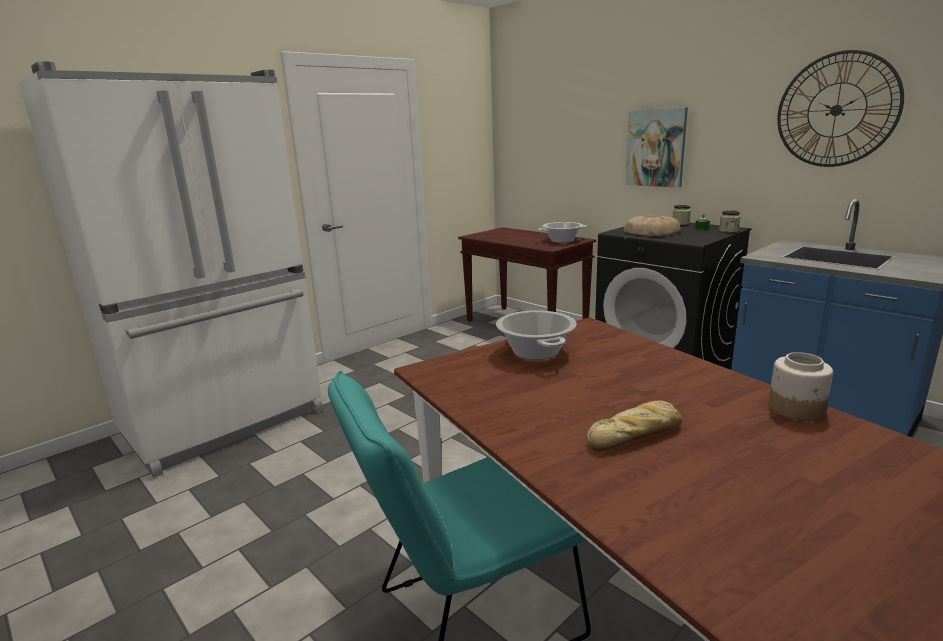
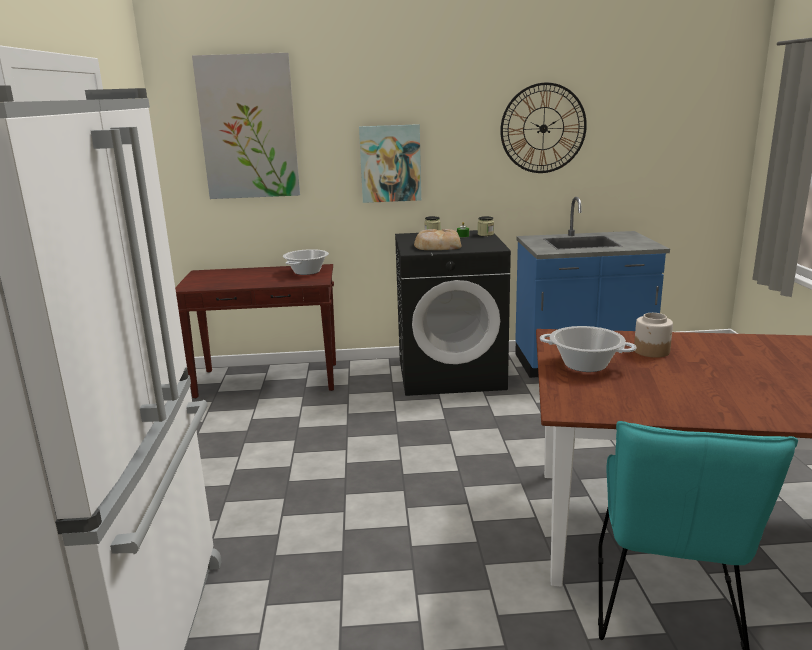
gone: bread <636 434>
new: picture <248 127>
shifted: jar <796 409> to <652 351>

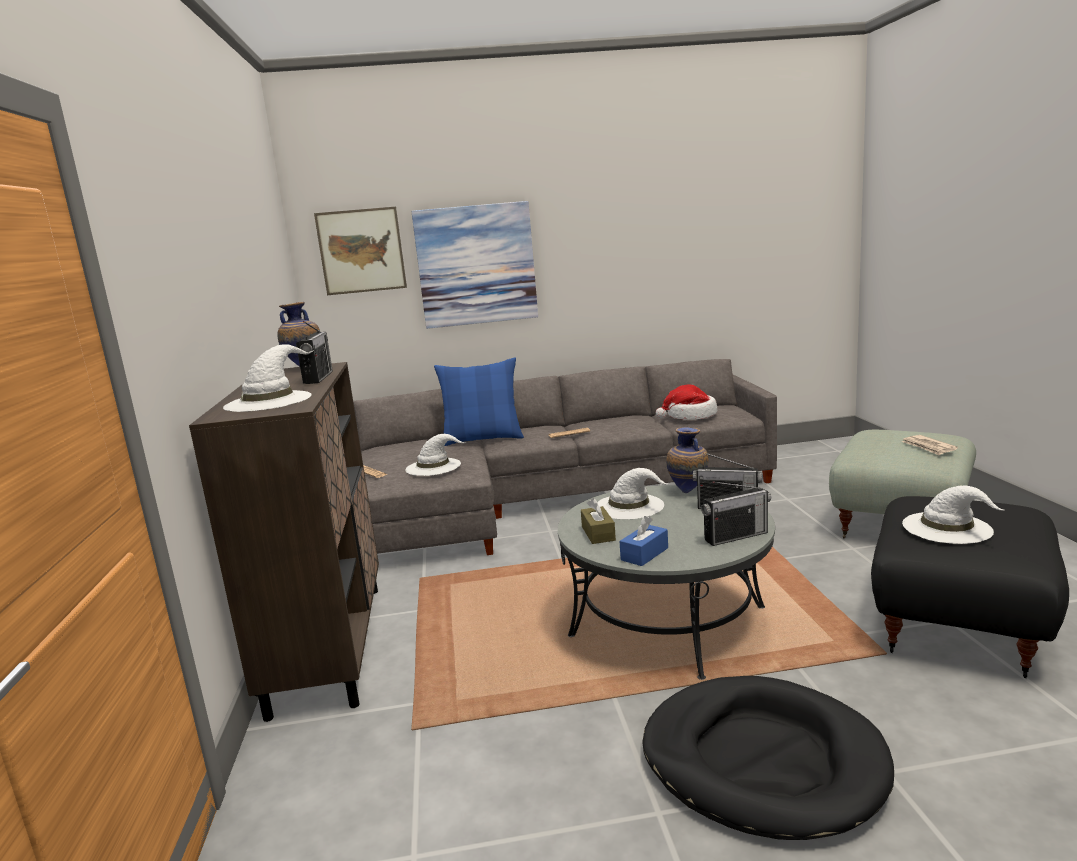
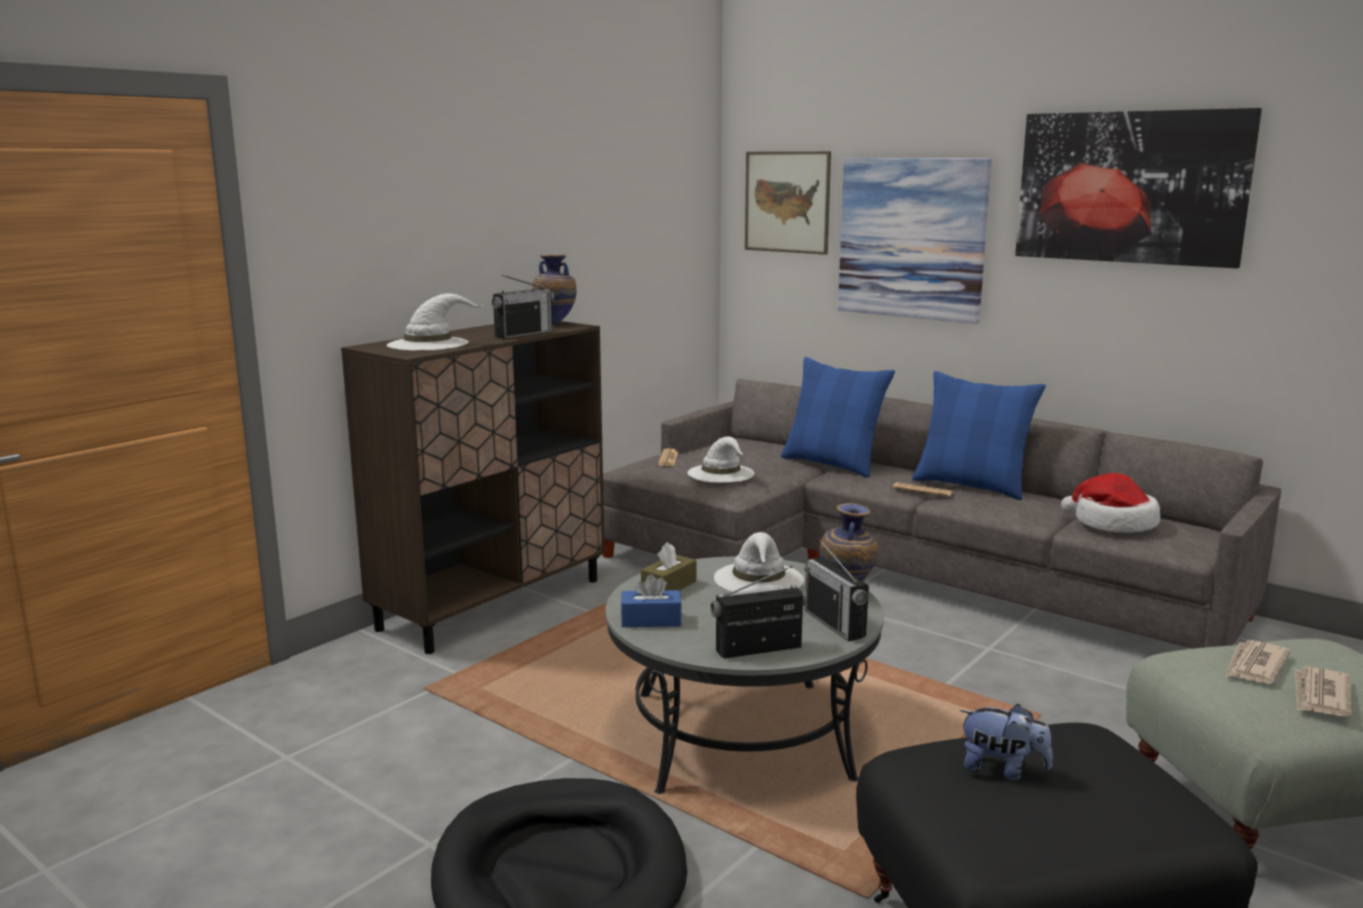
new: picture <1130 187>; pillow (blue) <971 486>; newspaper <1254 666>
swapped: hat (white) <948 527> to plush toy <1002 770>
rotated: radio <735 536> = <759 649> 135 degrees clockwise

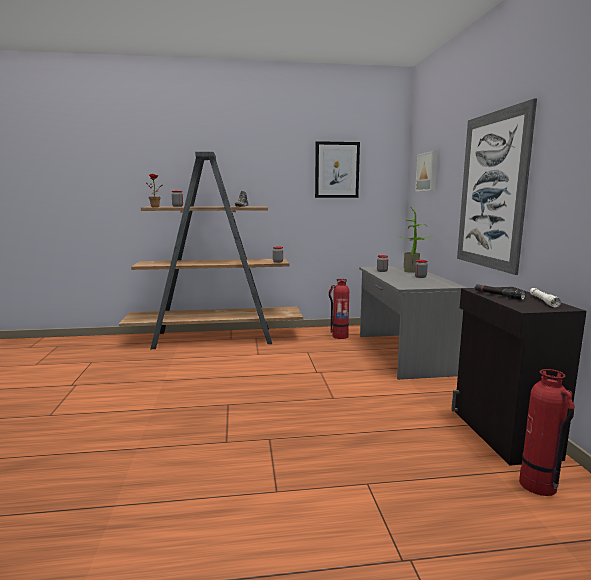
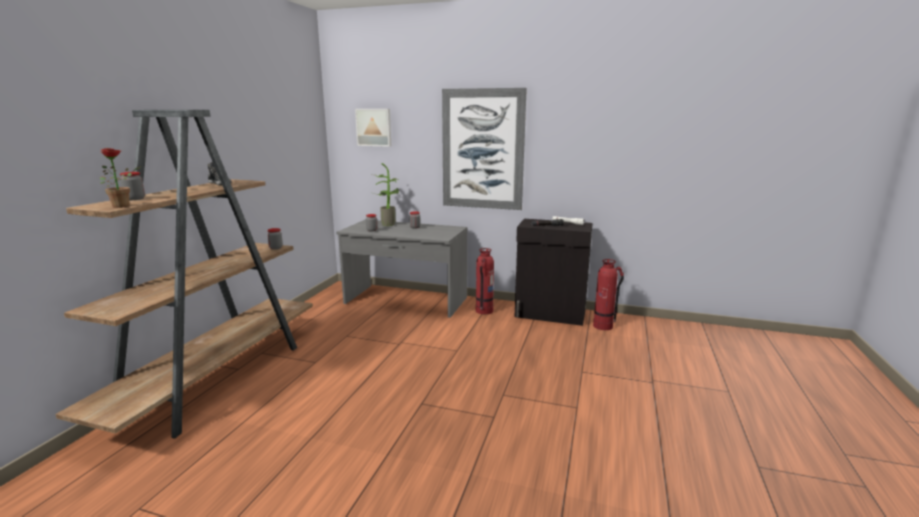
gone: picture <337 170>
shifted: fire extinguisher <339 336> to <484 311>

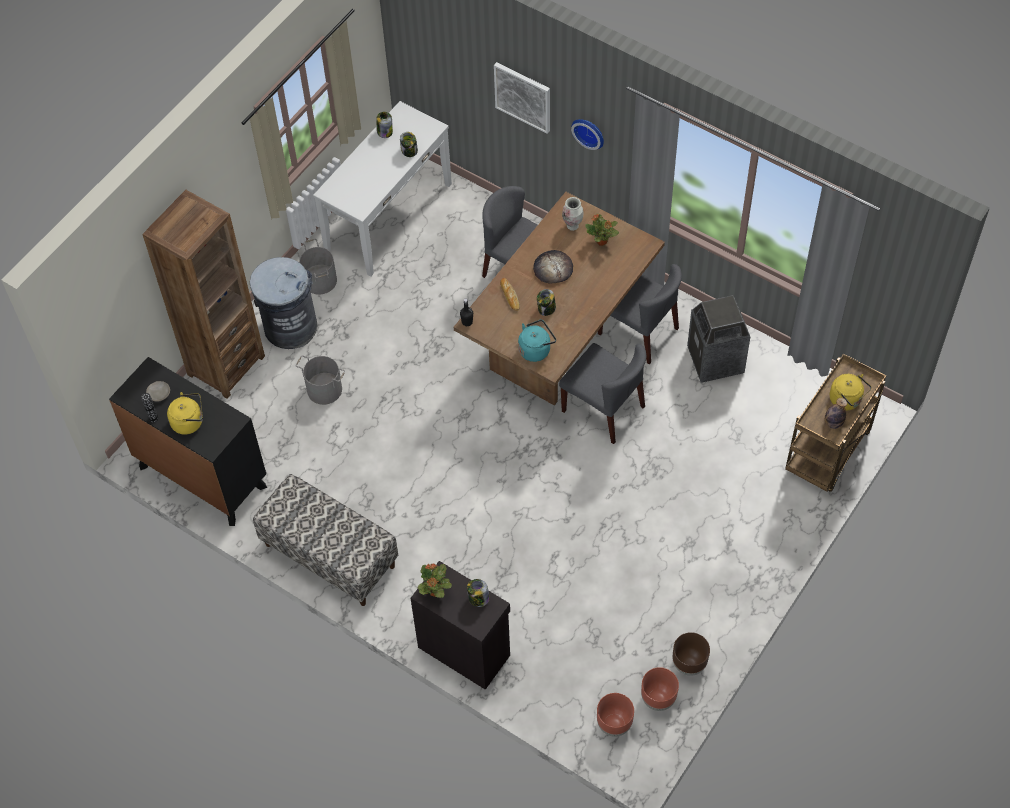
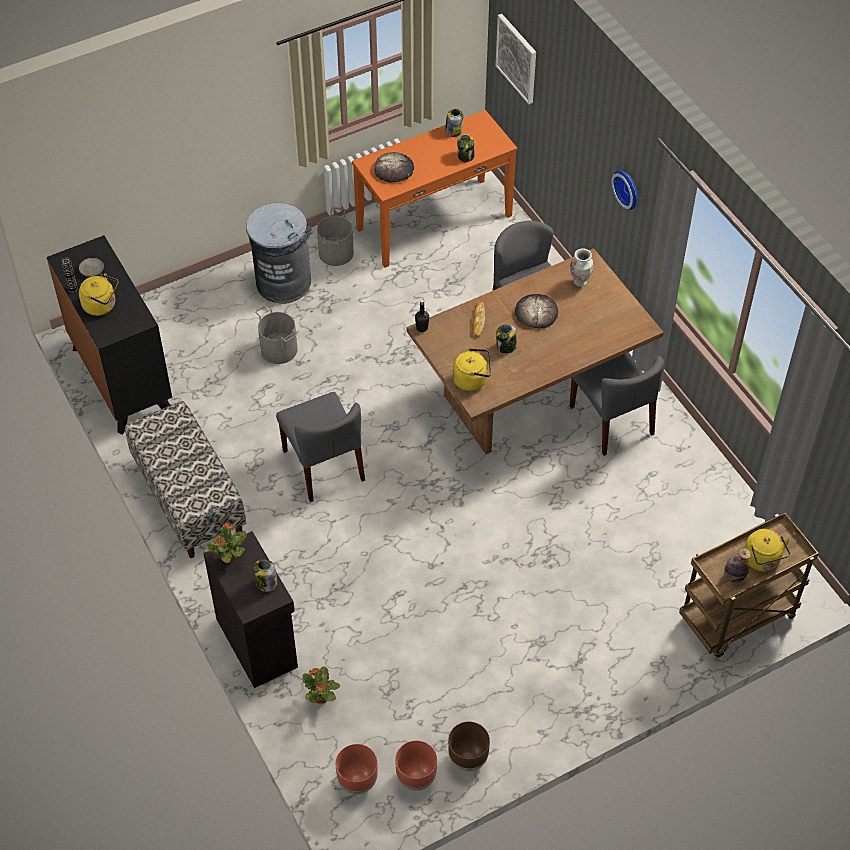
gone: bookcase (brown) <226 365>; trash can <715 360>
new: bread <394 169>
shifted: picture <523 96> to <517 58>; potted plant <602 241> to <321 698>; chair (grey) <603 409> to <324 466>
repainted: console table (white) <388 217> to console table (orange) <434 222>; kettle (turquoise) <536 349> to kettle (yellow) <472 379>

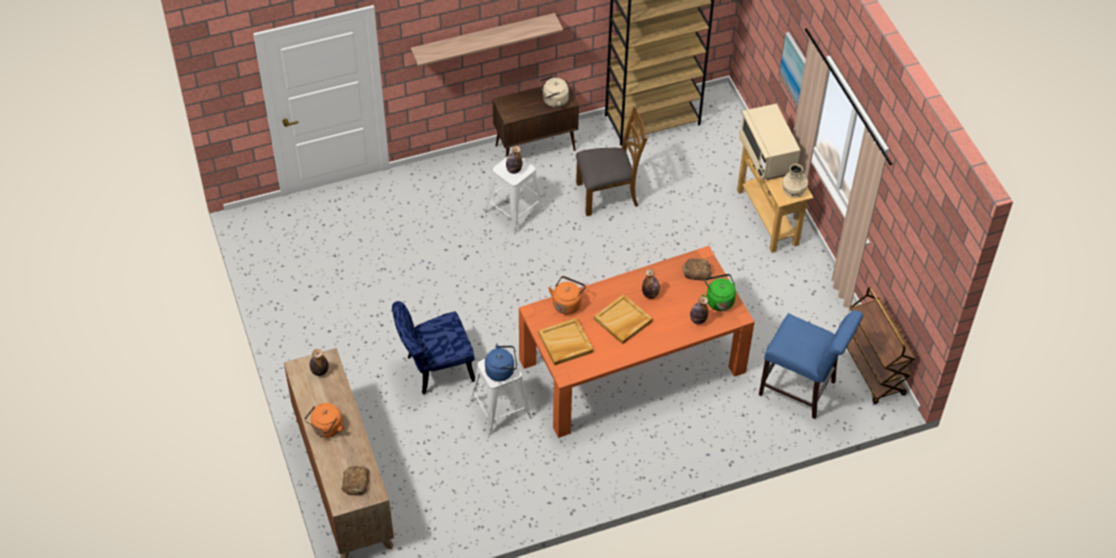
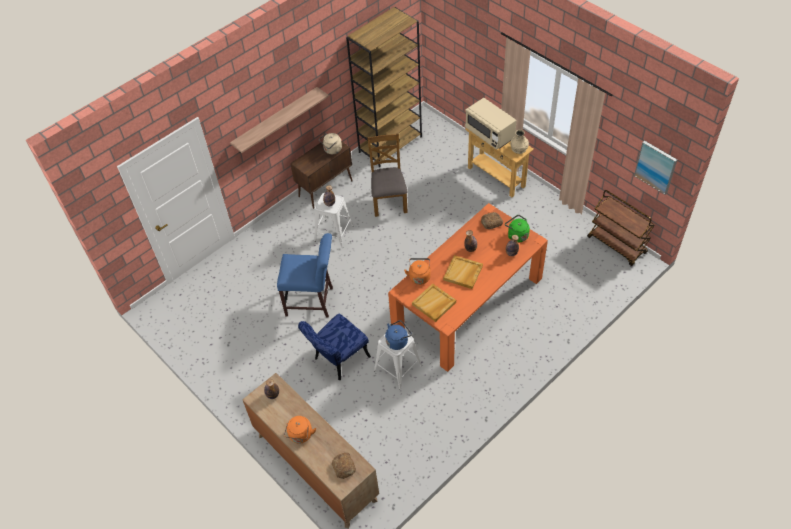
shifted: picture <795 70> to <655 167>; chair (blue) <801 390> to <312 302>
rotated: chair (brown) <608 194> = <389 200> 60 degrees counterclockwise

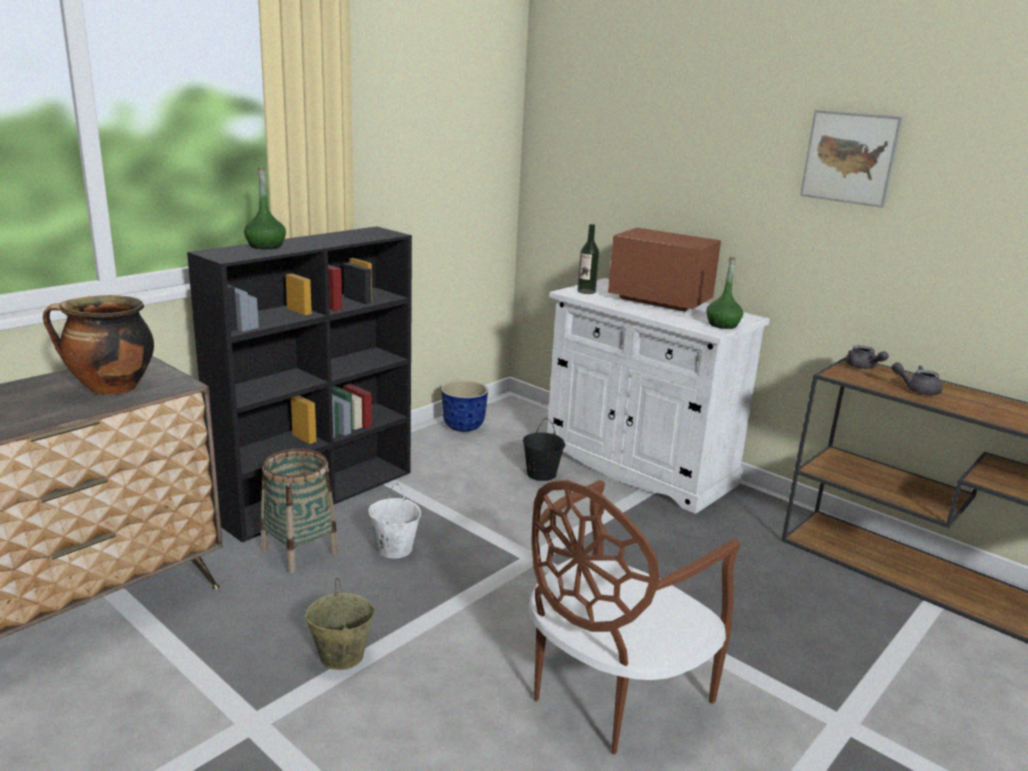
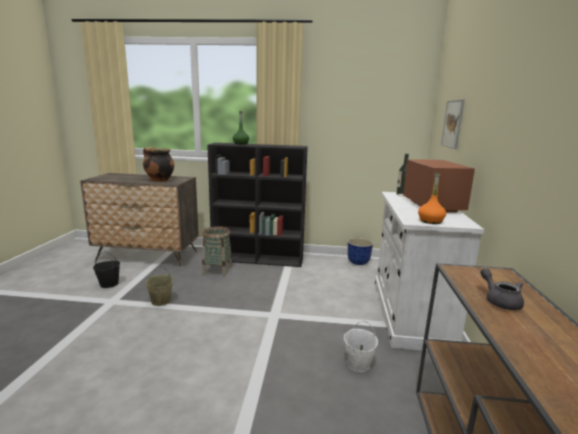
gone: teapot (grey) <863 367>; chair (brown) <610 693>
shifted: picture <849 157> to <453 124>; bucket (black) <541 474> to <109 284>; bucket (white) <394 549> to <358 364>
repainted: bottle (green) <722 325> to bottle (orange) <430 221>

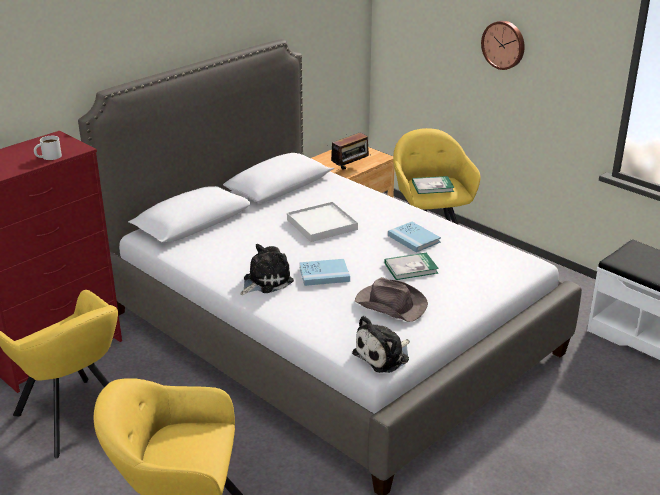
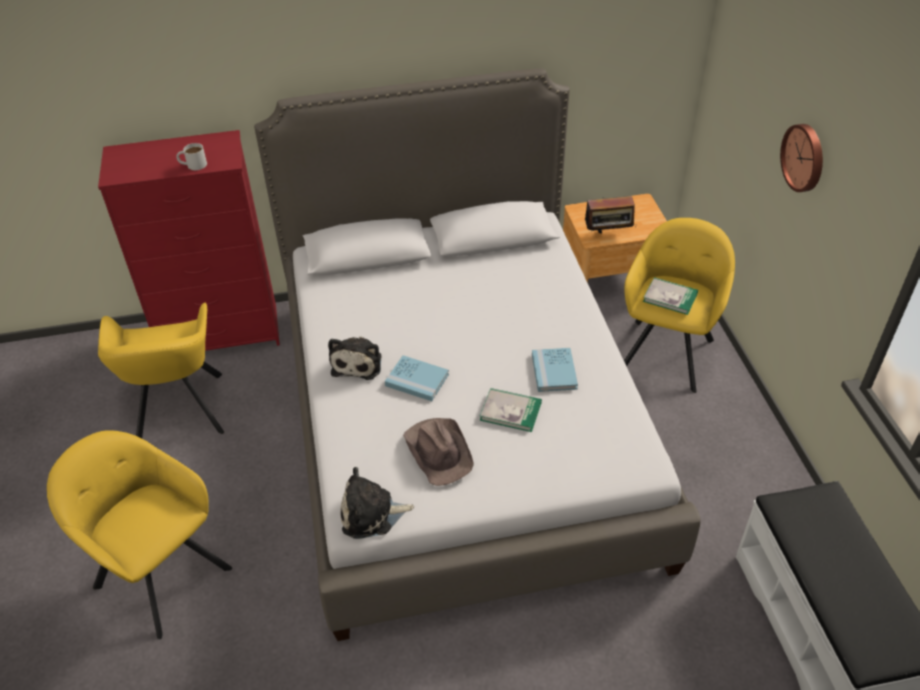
gone: tray (white) <321 224>
rotated: plush toy <265 281> = <358 362> 105 degrees clockwise

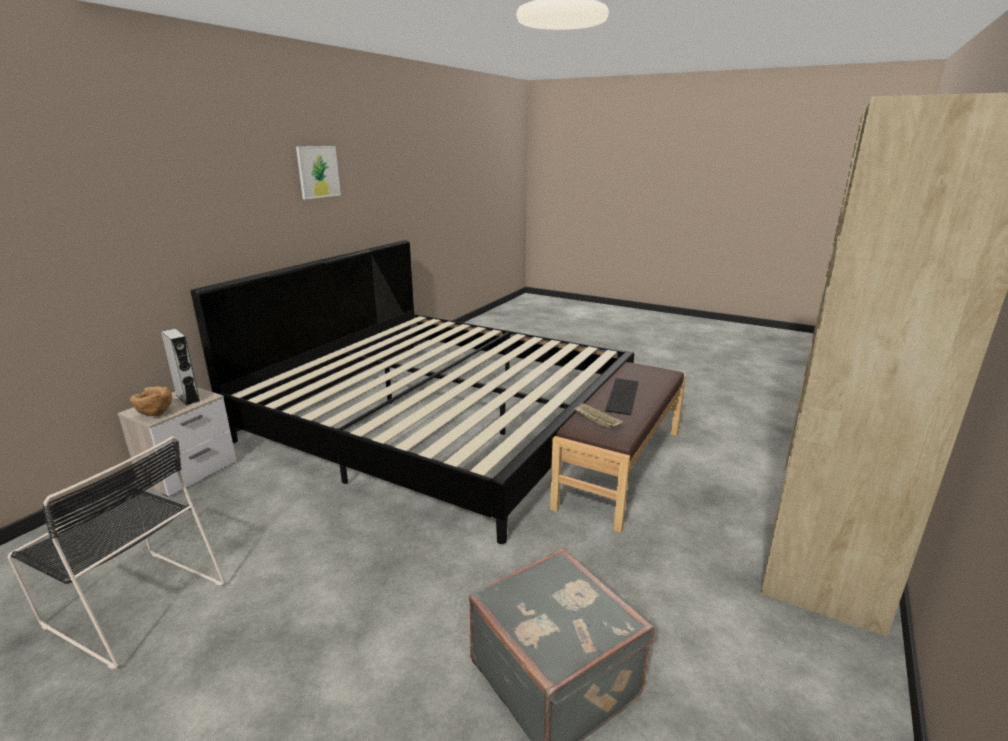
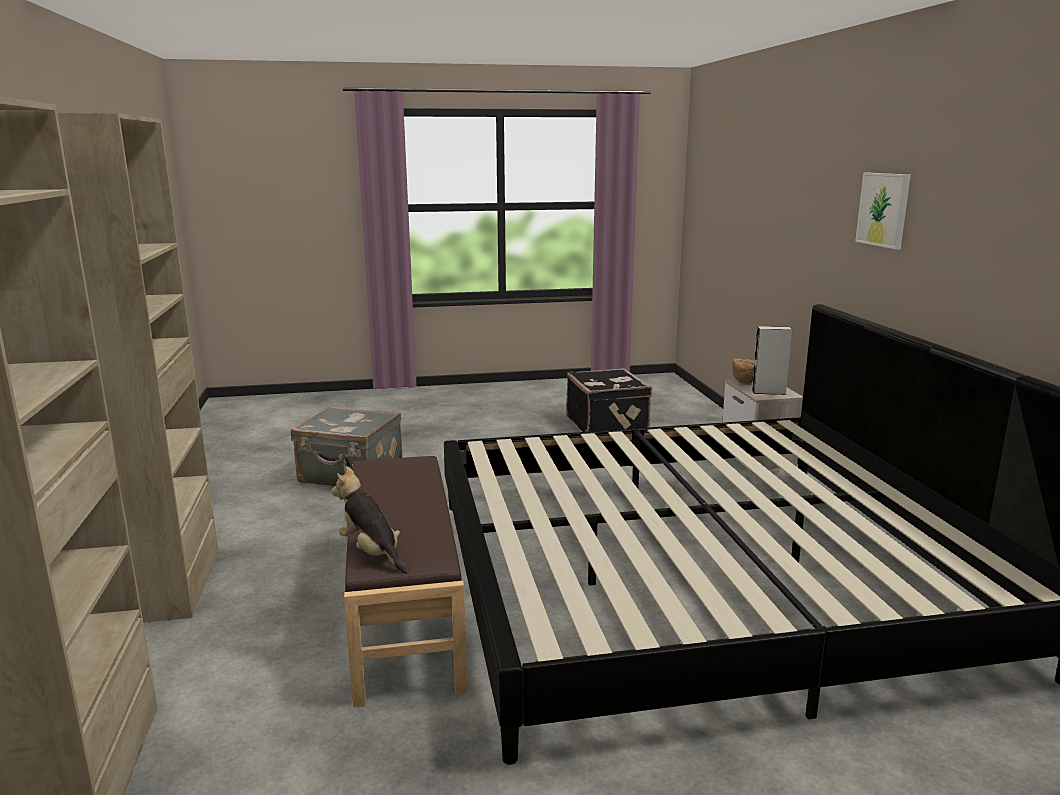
gone: keyboard <621 395>; tray (beige) <596 423>
new: plush toy <372 553>
shifted: picture <318 172> to <883 209>
swapped: chair (black) <133 602> to suitcase (black) <608 426>

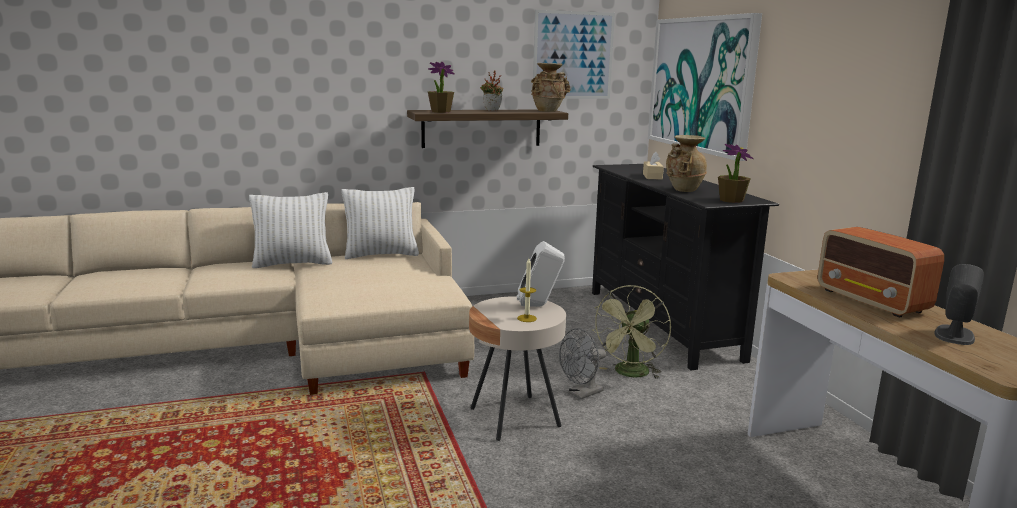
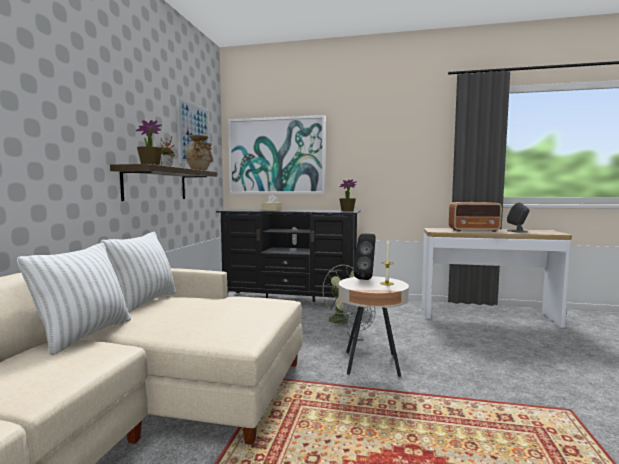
gone: vase (beige) <683 190>
repainted: speaker (white) <539 306> to speaker (black) <366 278>

